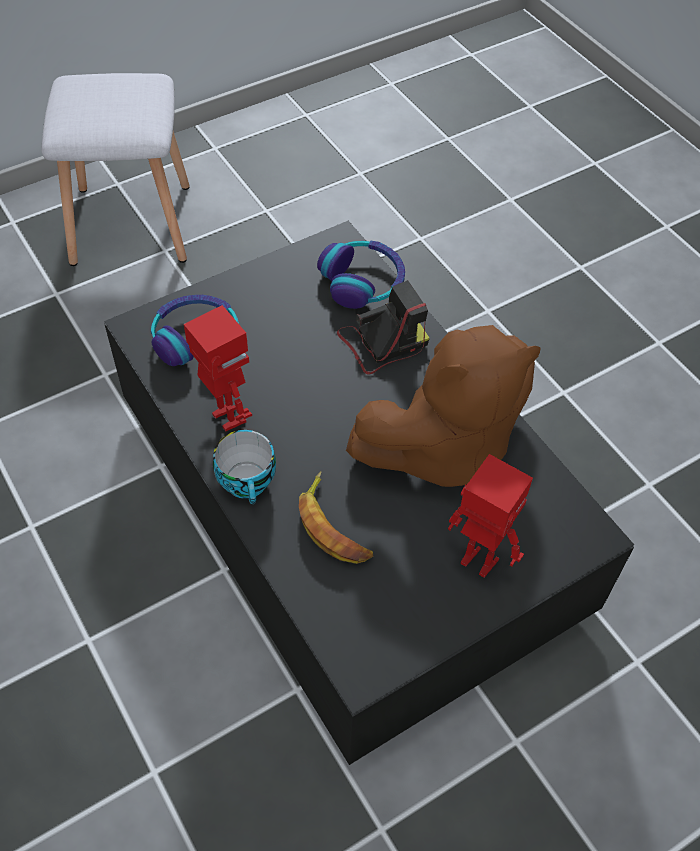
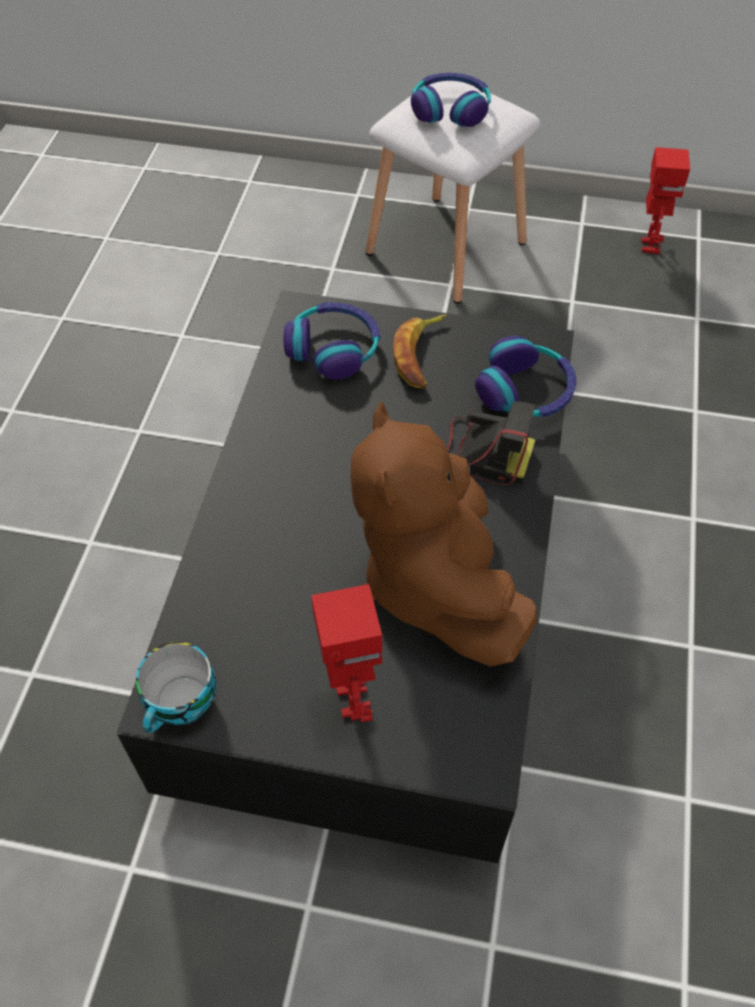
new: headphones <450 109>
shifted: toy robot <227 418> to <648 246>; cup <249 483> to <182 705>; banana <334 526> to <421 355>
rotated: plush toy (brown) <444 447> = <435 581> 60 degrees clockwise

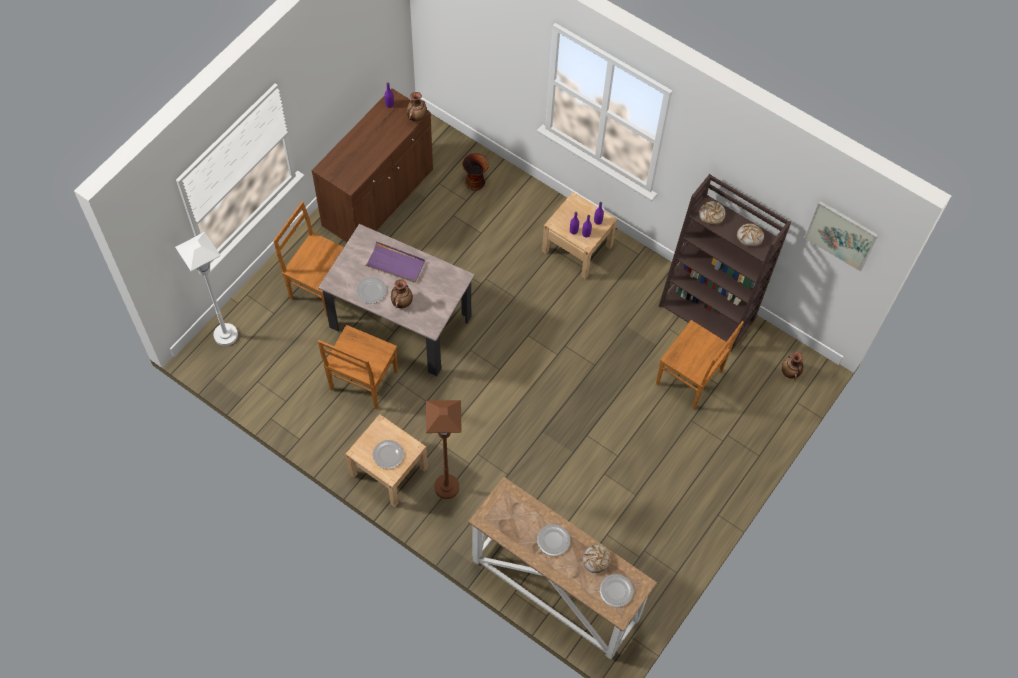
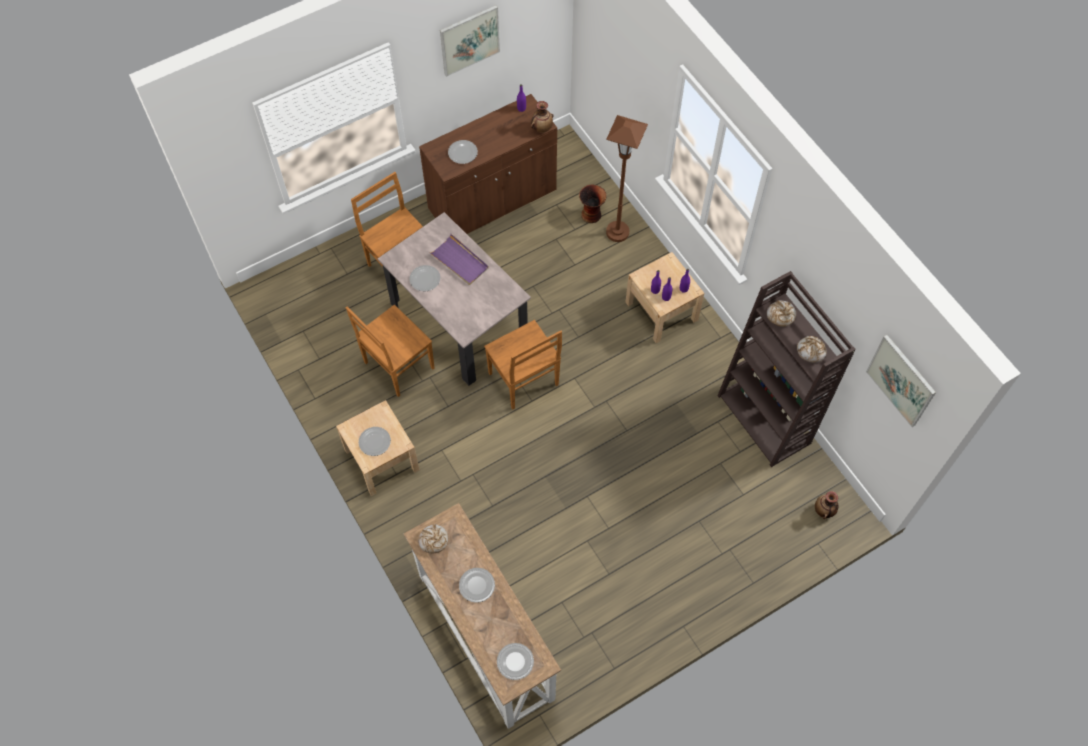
gone: floor lamp (white) <226 335>; vase <401 302>
new: picture <469 40>; plate <462 153>
shifted: chair (brown) <690 379> to <524 381>; floor lamp (brown) <447 487> to <617 232>; bread <596 560> to <433 540>

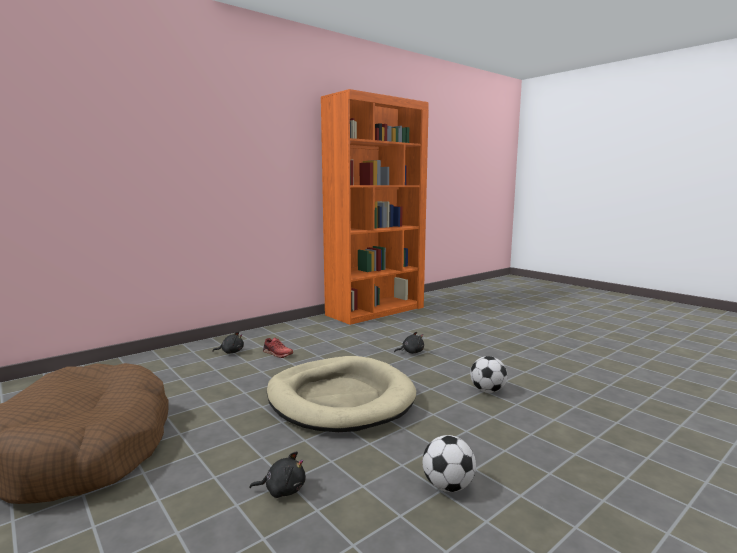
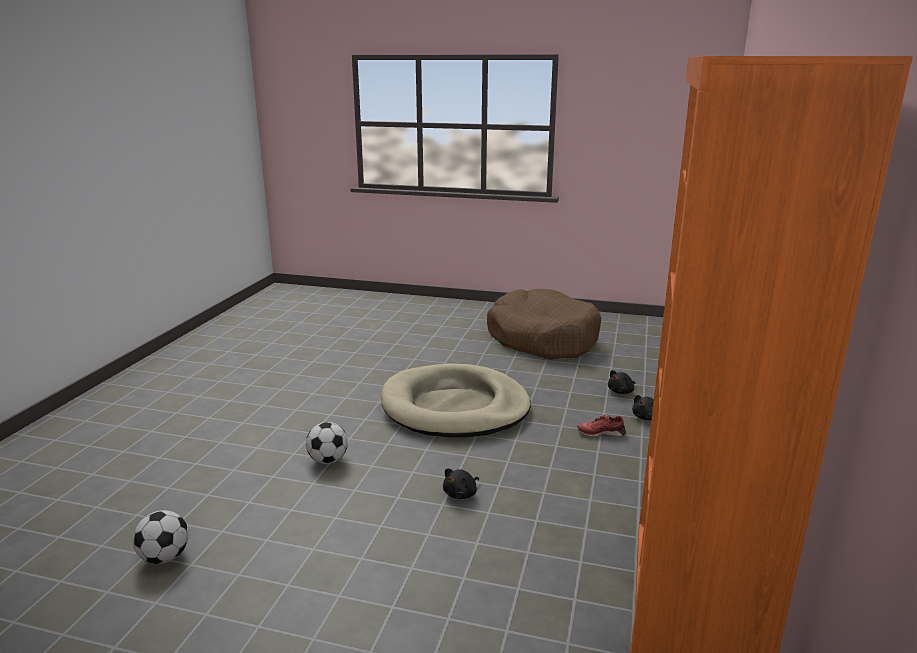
shifted: football <448 486> to <165 557>; plush toy (black) <282 490> to <621 391>

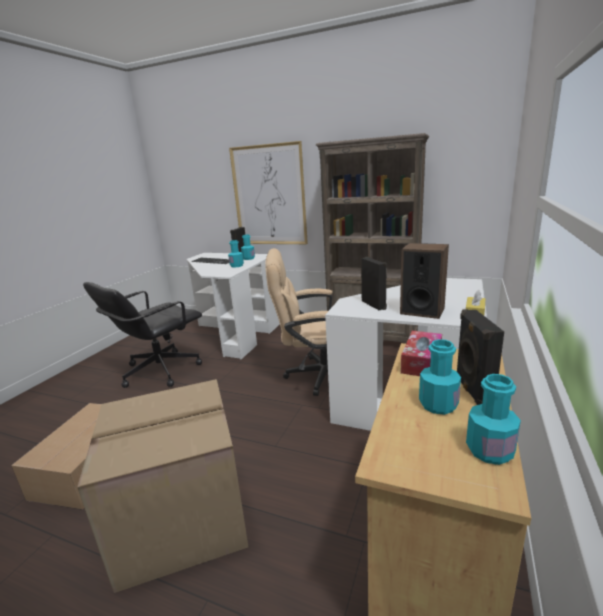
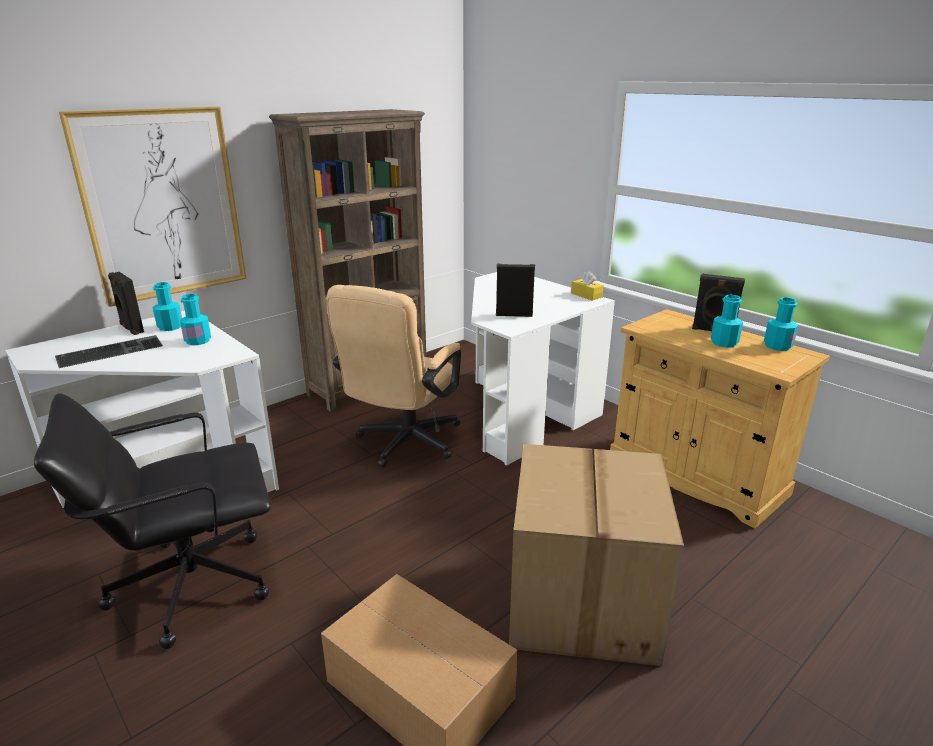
gone: speaker <422 311>; tissue box <421 361>
rotated: office chair (black) <159 371> = <190 584> 90 degrees clockwise

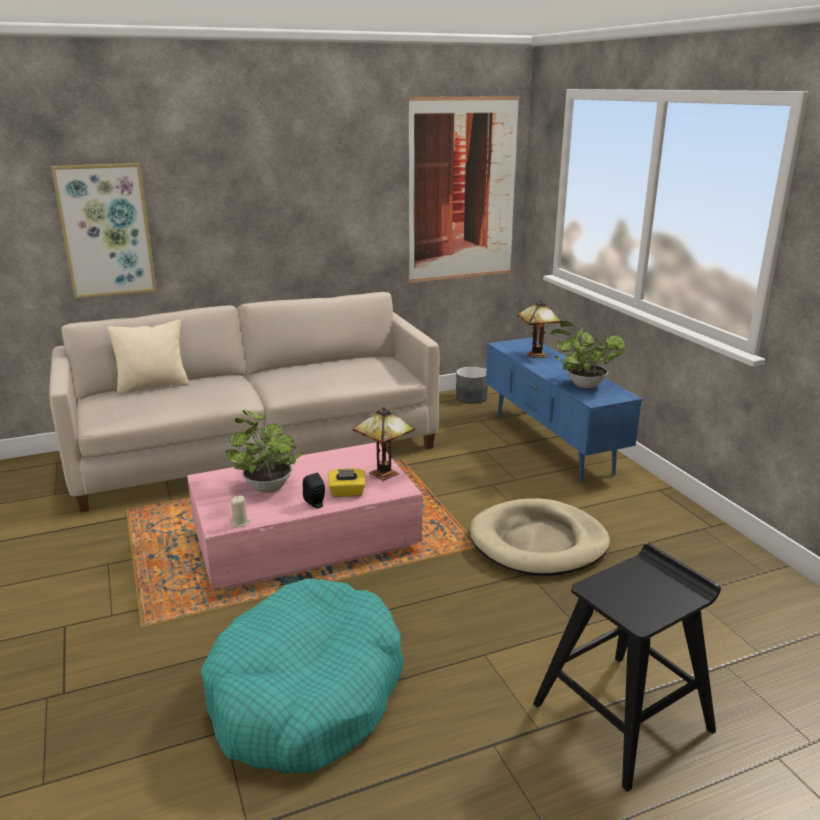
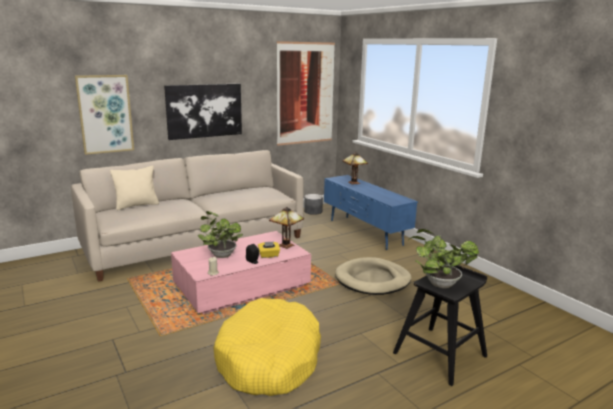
new: picture <204 110>
shifted: potted plant <582 384> to <438 284>
repainted: dog bed (turquoise) <306 693> to dog bed (yellow) <269 359>

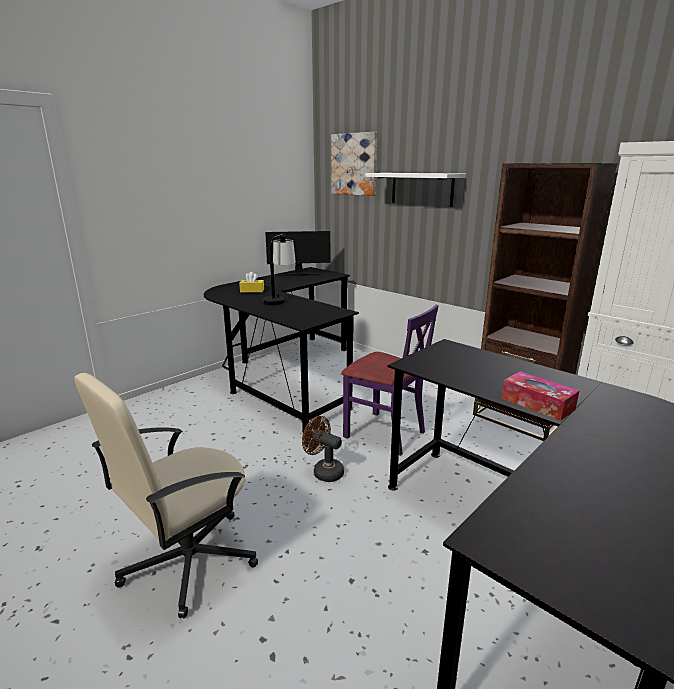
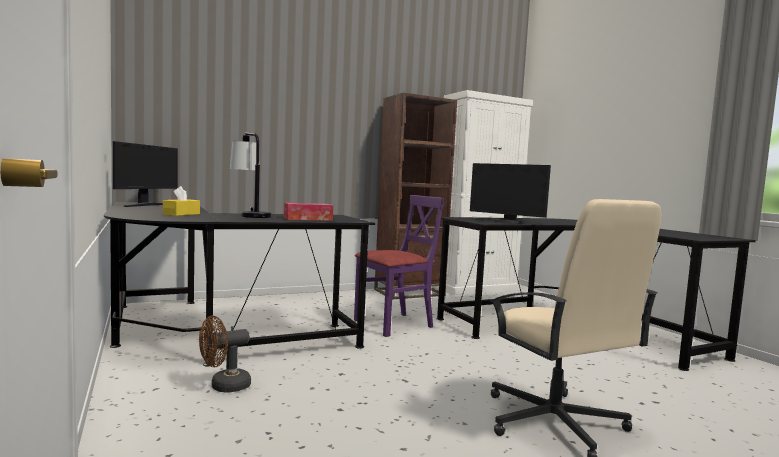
gone: picture <354 164>; shelf (white) <422 189>
new: monitor <506 221>
shifted: tissue box <537 404> to <308 219>; fan (brown) <324 471> to <224 387>

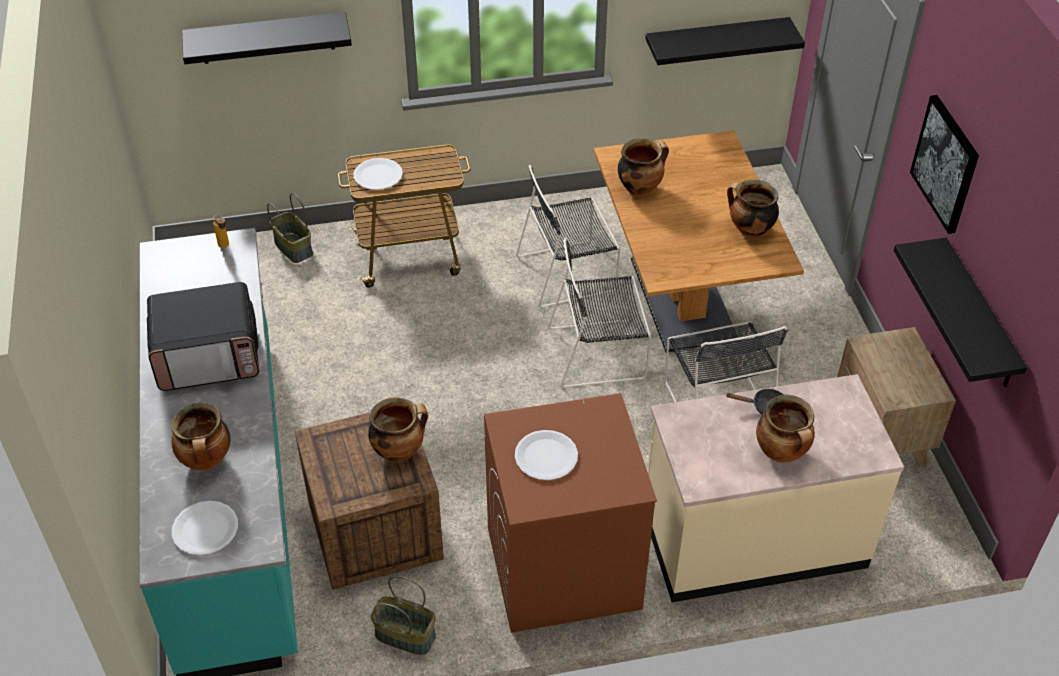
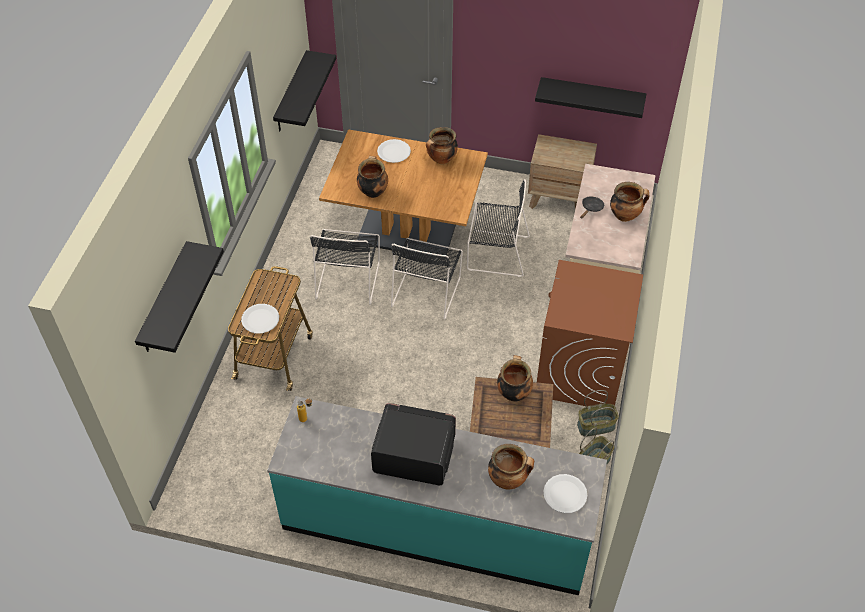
gone: picture <946 164>
shifted: basket <294 247> to <596 425>; plate (white) <546 456> to <394 152>
rotated: microwave <209 357> = <413 455> 90 degrees counterclockwise

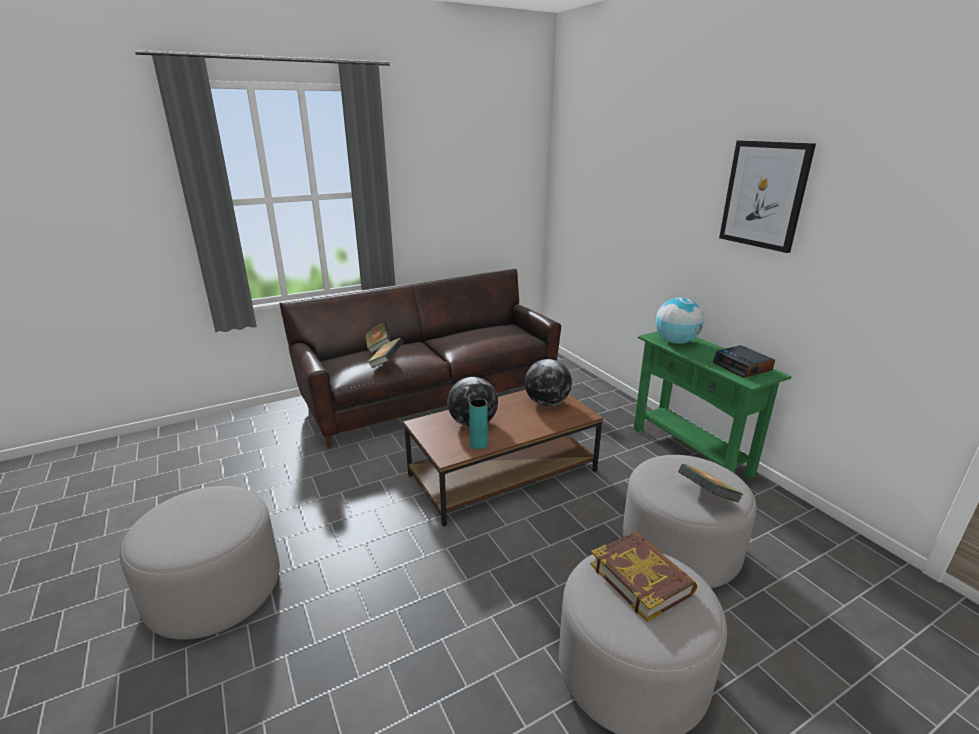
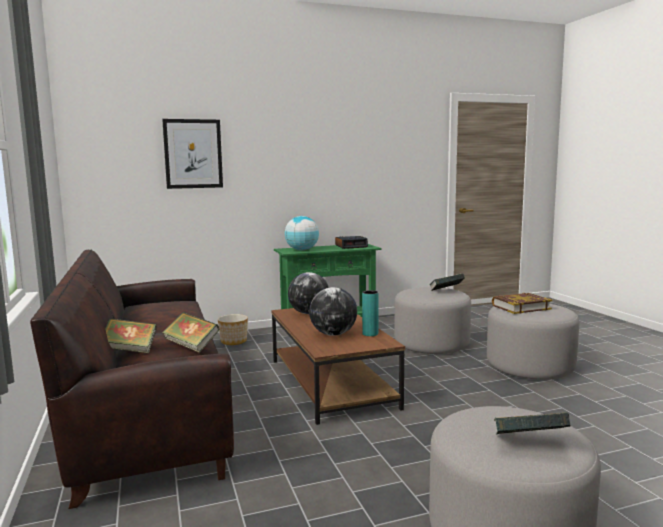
new: planter <233 341>; book <528 444>
shifted: picture <764 195> to <193 154>

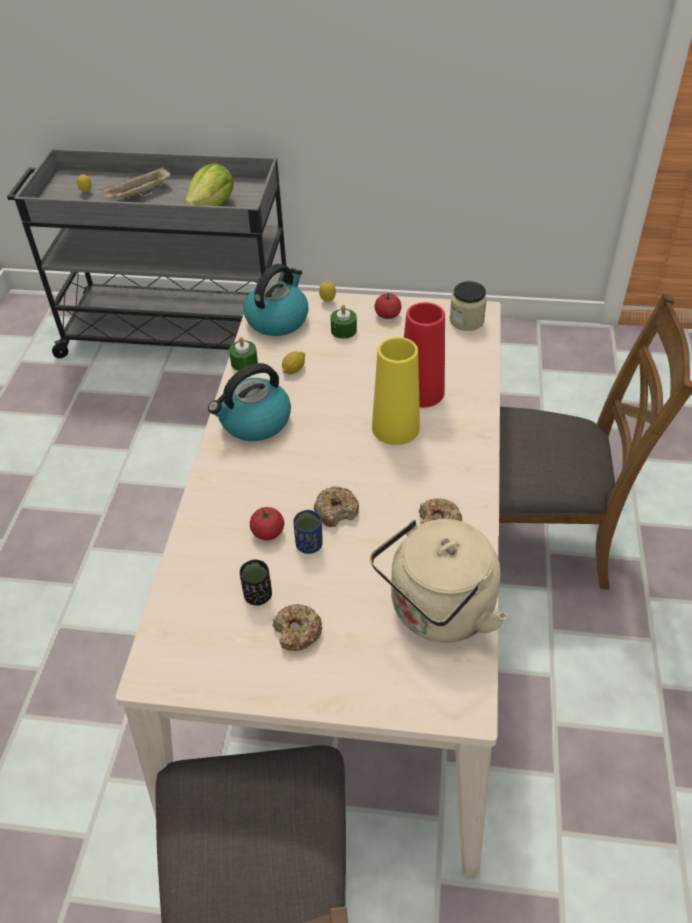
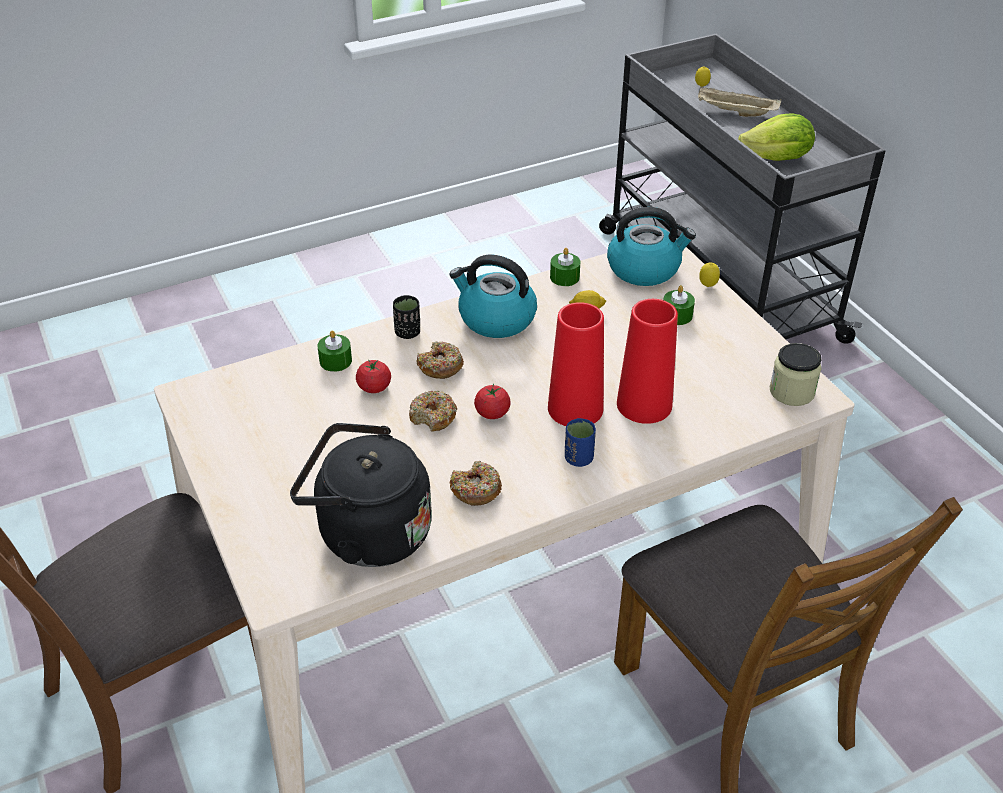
new: candle (green) <335 361>
shifted: tomato <387 315> to <492 413>; cup (blue) <309 545> to <578 458>; cup (black) <258 595> to <407 332>; donut <297 632> to <440 366>
repainted: vase (yellow) <395 428> to vase (red) <575 408>; kettle (beige) <437 612> to kettle (black) <367 533>

